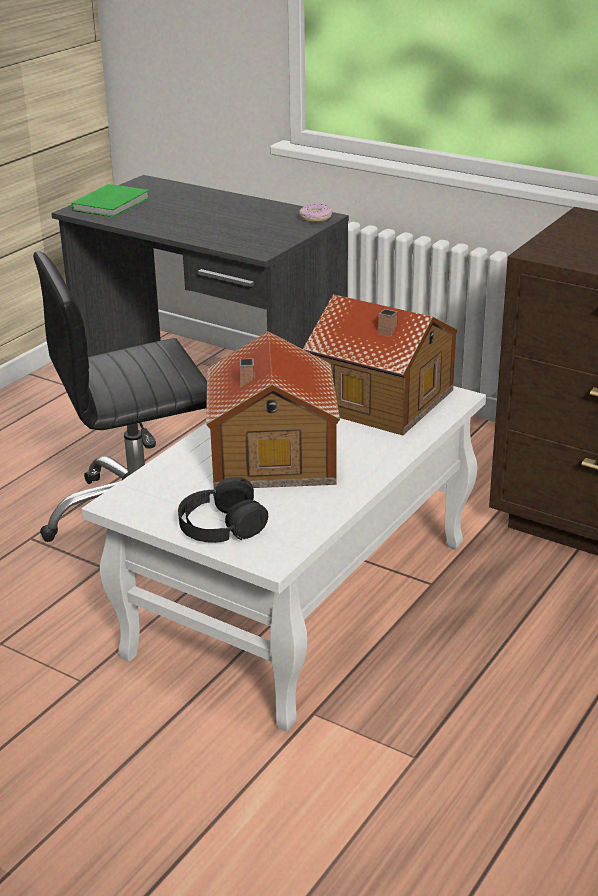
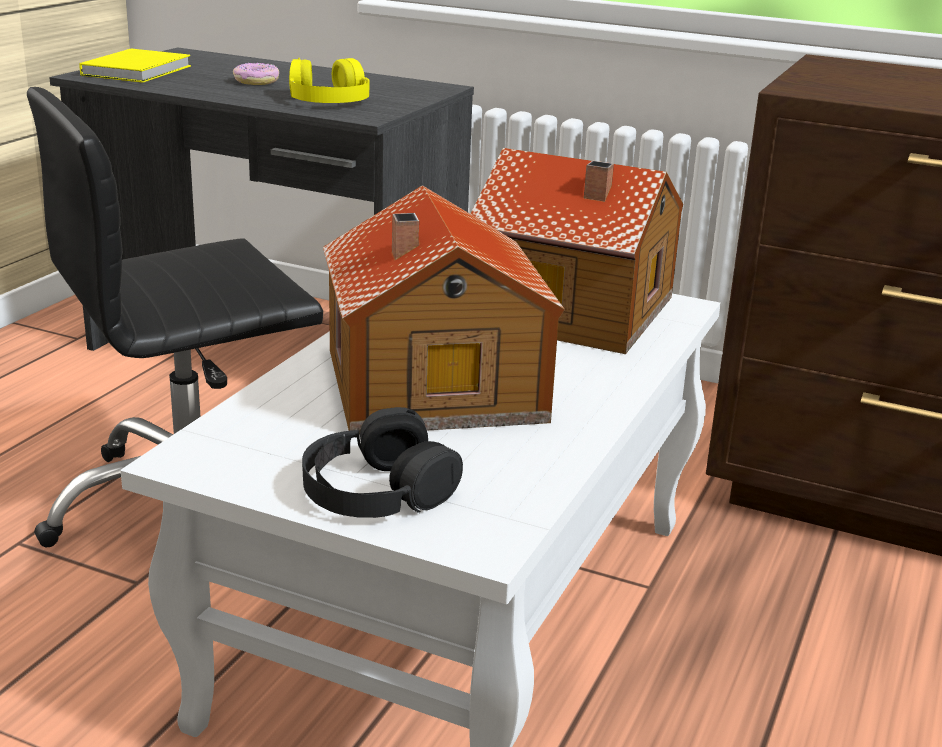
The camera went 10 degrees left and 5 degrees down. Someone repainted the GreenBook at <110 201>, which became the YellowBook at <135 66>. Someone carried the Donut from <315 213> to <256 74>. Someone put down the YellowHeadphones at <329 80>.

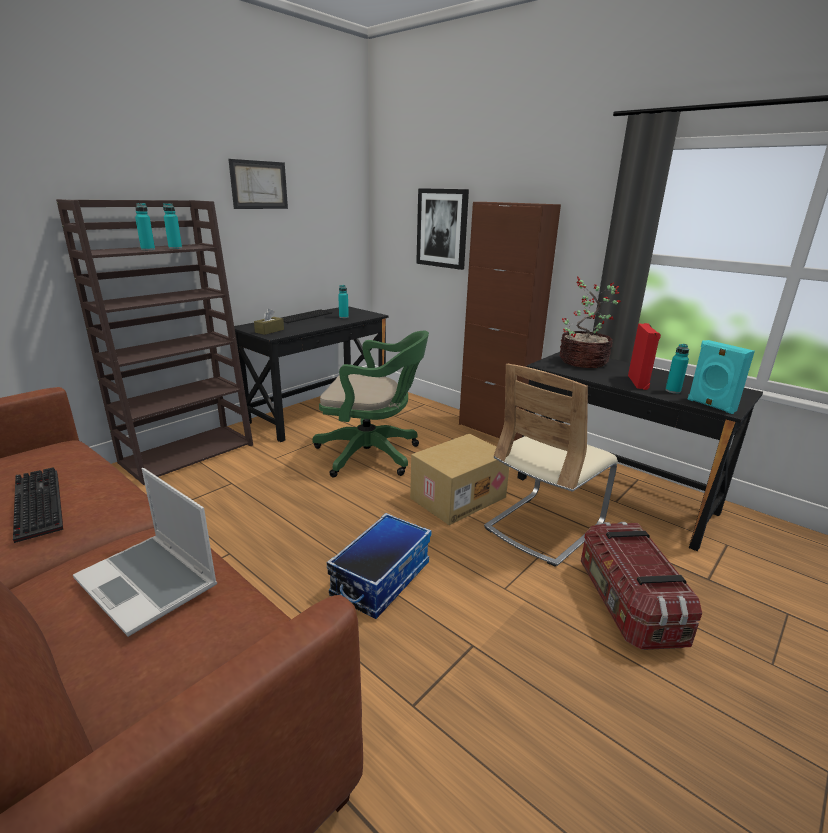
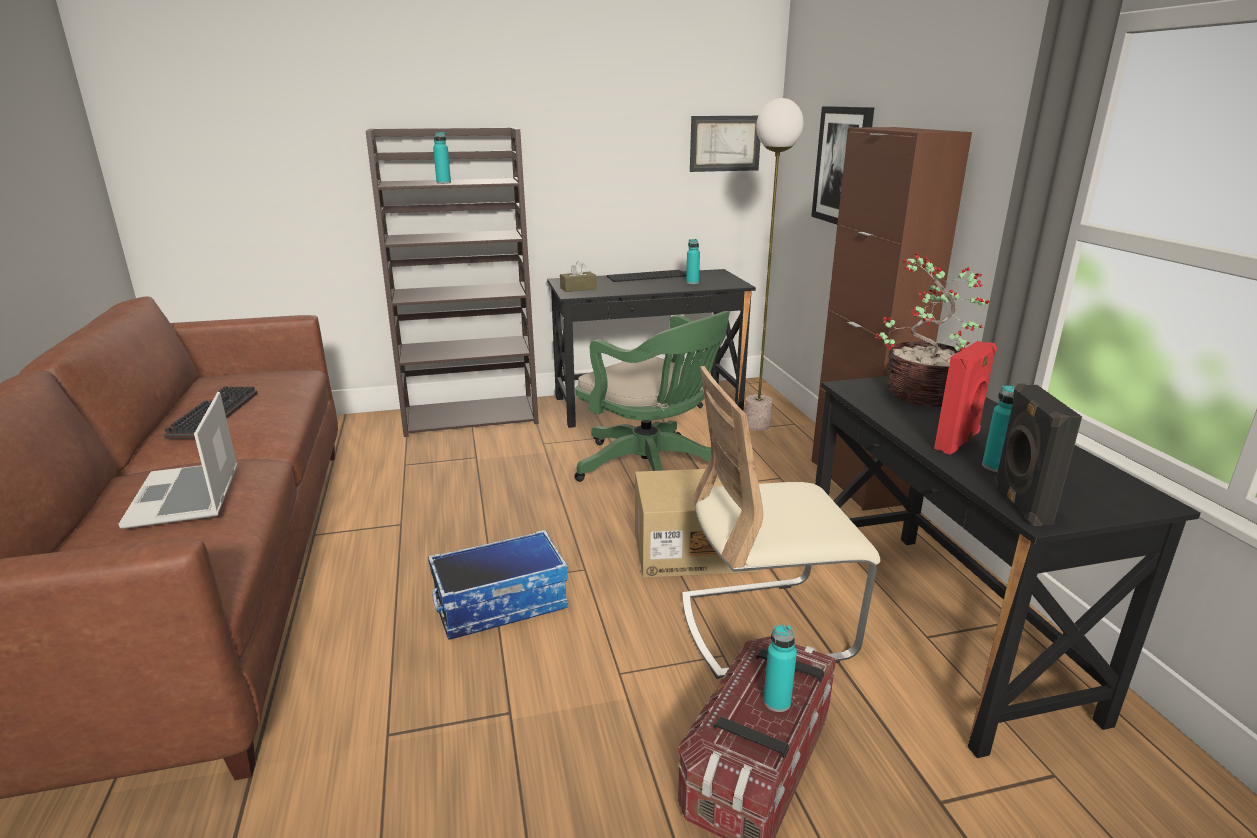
The camera went 35 degrees right and 0 degrees up. Someone carried the TurquoiseBottle from <172 226> to <780 668>. Someone carried the Picture from <258 184> to <725 144>. Someone repainted the TurquoiseSpeaker at <721 377>, which became the BlackSpeaker at <1038 455>. Someone put down the FloorLamp at <774 264>.

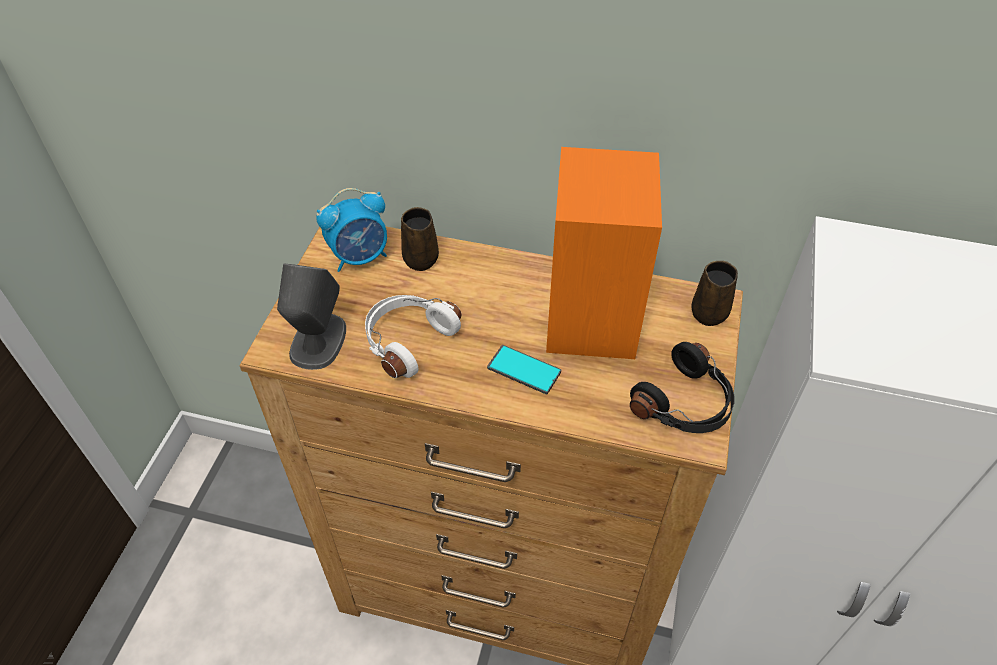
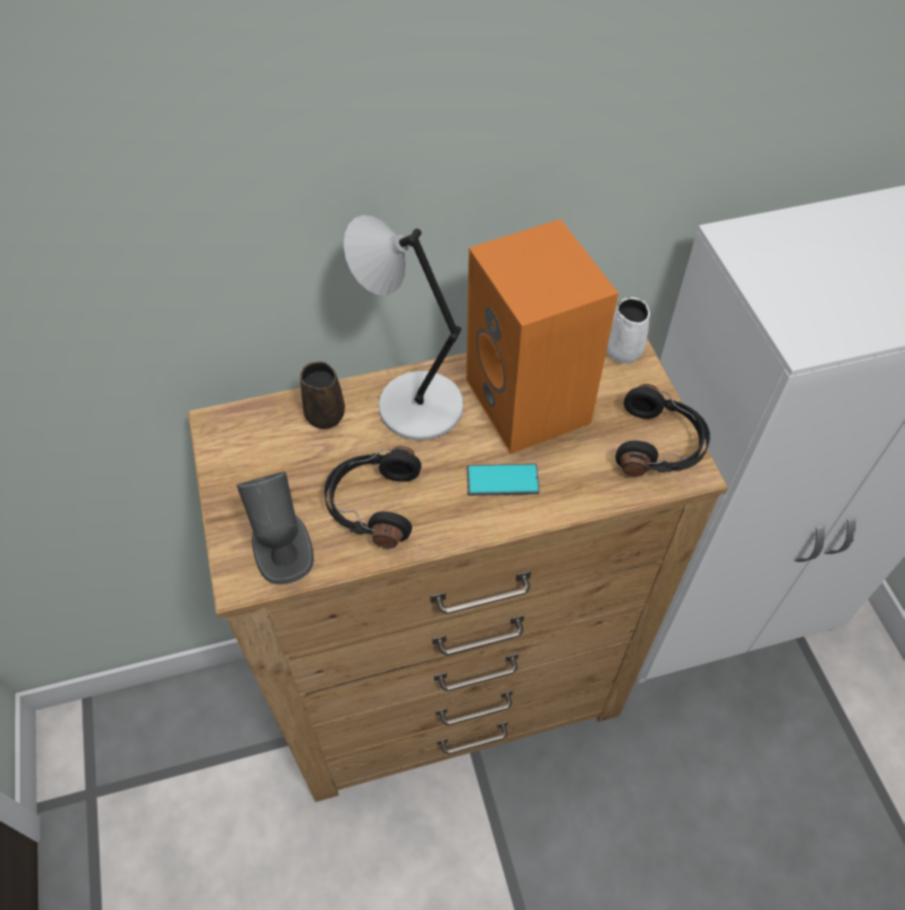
The camera went 30 degrees left and 5 degrees up. Someone took away the AlarmClock at <351 230>. Someone repainted the WhiteHeadphones at <413 336>, which became the BlackHeadphones at <372 497>. Someone repainted the BrownMug at <714 293>, which became the WhiteMug at <628 330>. Someone put down the GreyTableLamp at <403 328>.

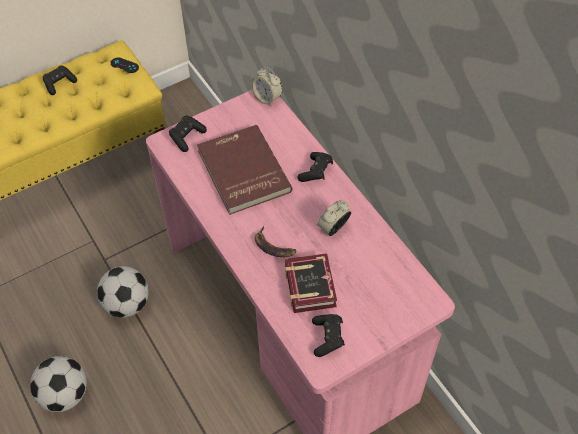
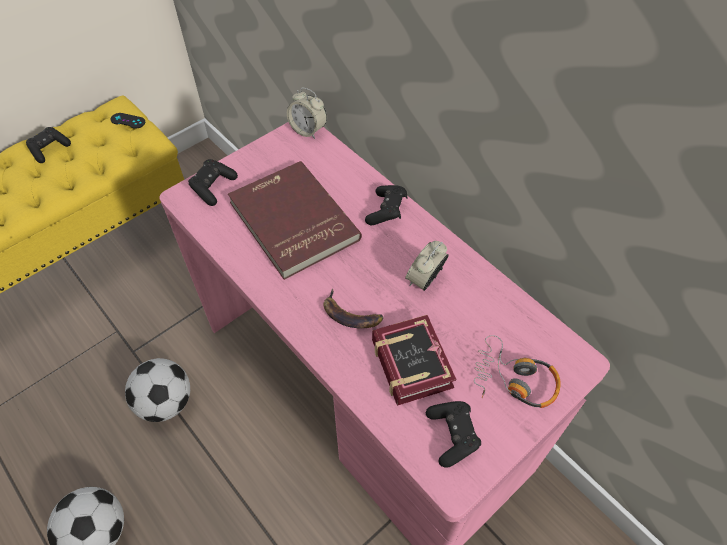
The camera went 10 degrees left and 0 degrees up. Someone put down the Headphones at <517 371>.

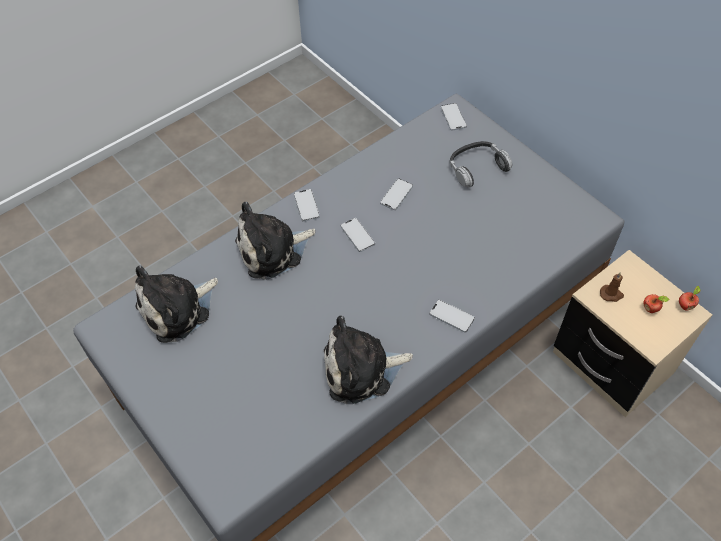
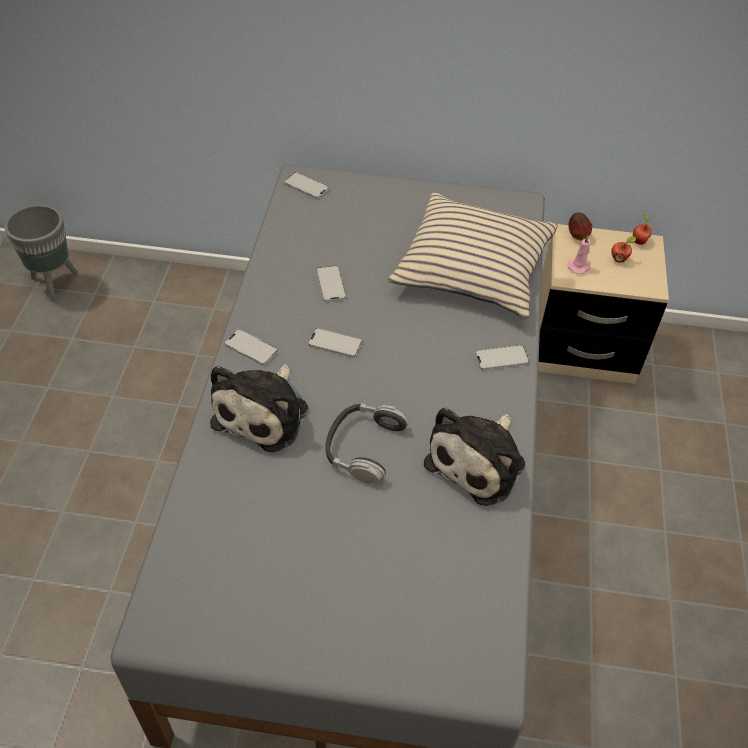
The camera went 45 degrees left and 5 degrees down. Someone took away the PlushToy at <176 304>. Someone carried the Headphones from <481 164> to <366 443>. Someone repainted the BrownCandle at <612 287>, which became the PinkCandle at <579 254>. Someone put down the GreyPlanter at <41 253>. Someone put down the BeigePillow at <473 255>. Someone put down the Apple at <580 226>.

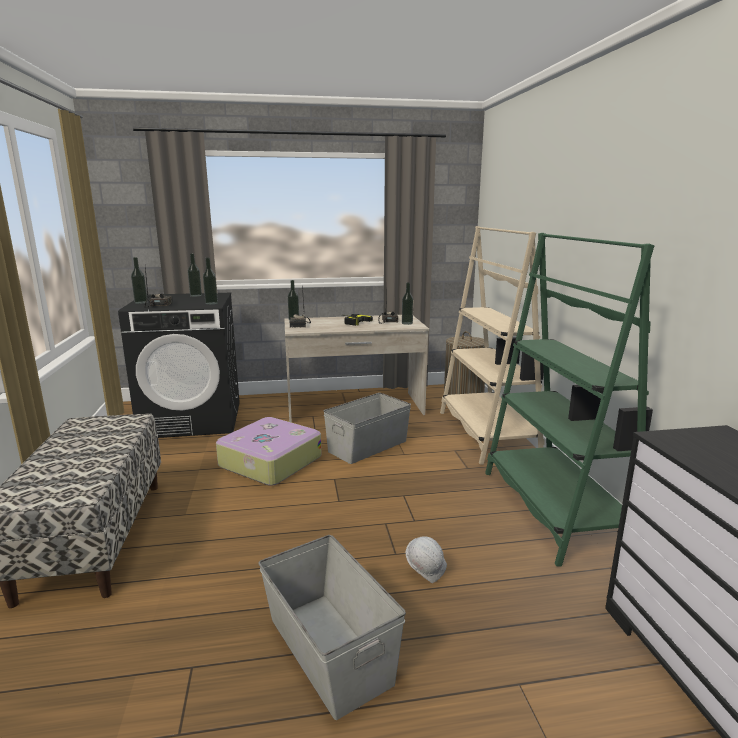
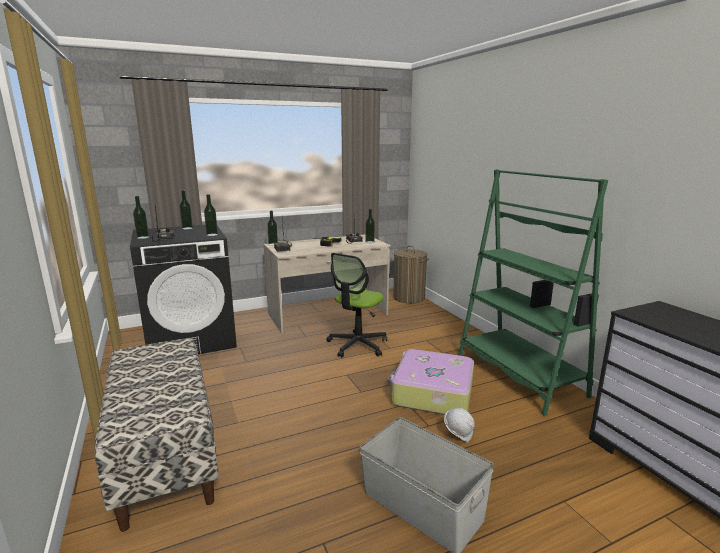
The camera went 15 degrees left and 0 degrees up. Someone carried the Suitcase from <268 451> to <431 382>. Someone swapped the GreyStorageBox at <367 428> for the OfficeChair at <356 305>. Someone took away the BeigeBookcase at <492 345>.

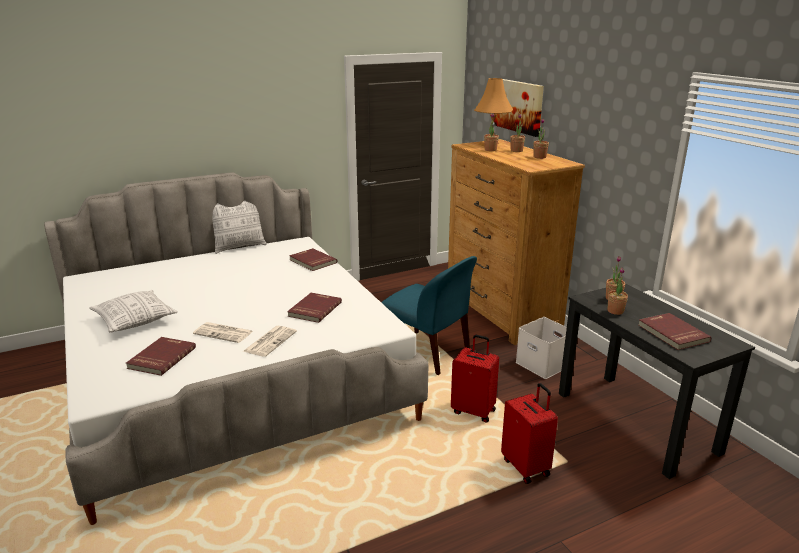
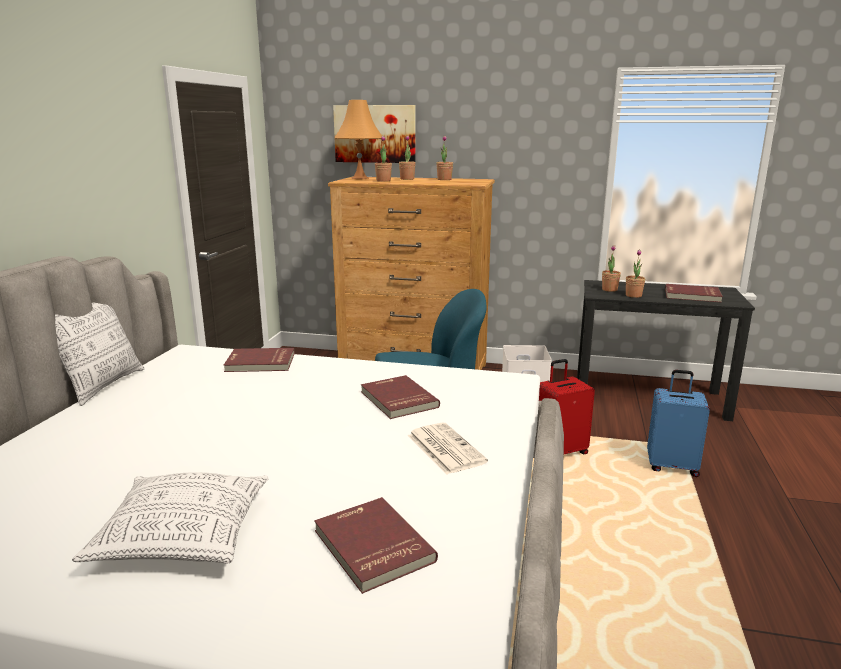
The camera went 50 degrees left and 5 degrees down. Someone took away the Newspaper at <223 332>. Someone repainted the RedSuitcase at <529 433>, which became the BlueSuitcase at <678 423>.

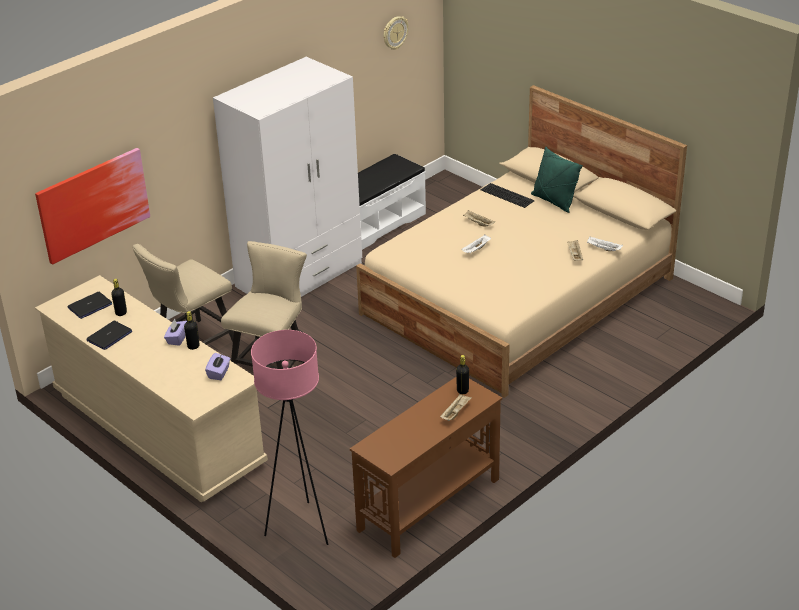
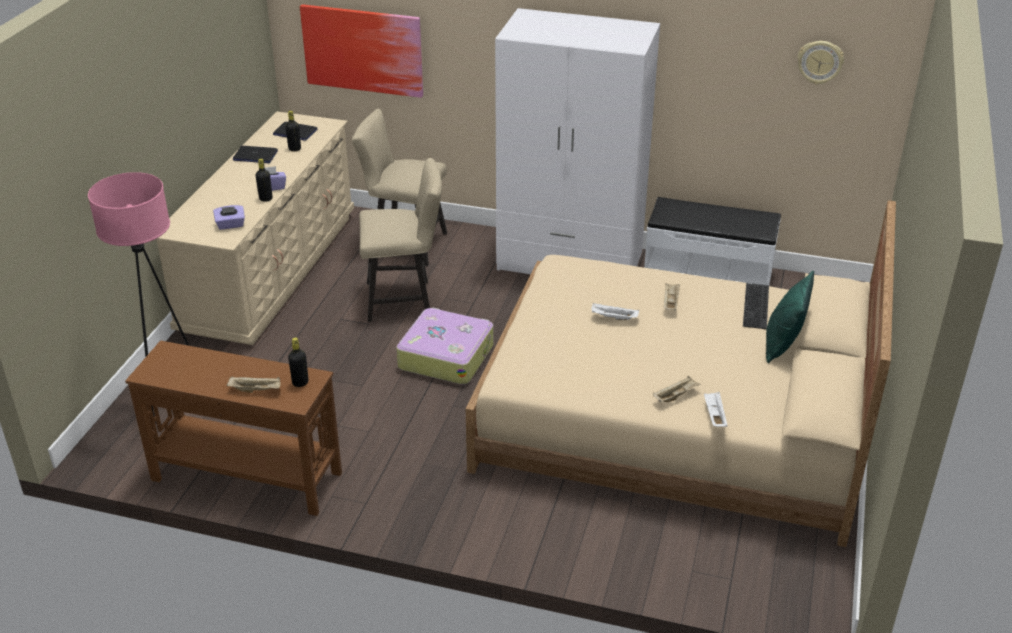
The camera went 60 degrees right and 0 degrees up. Someone put down the Suitcase at <445 346>.

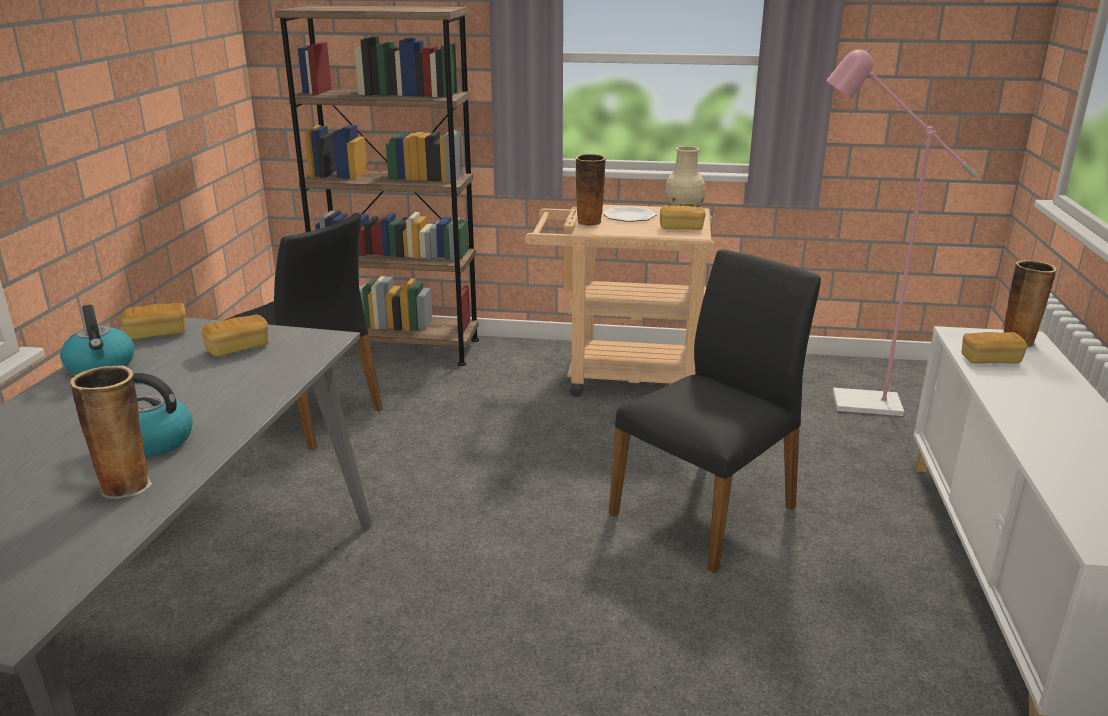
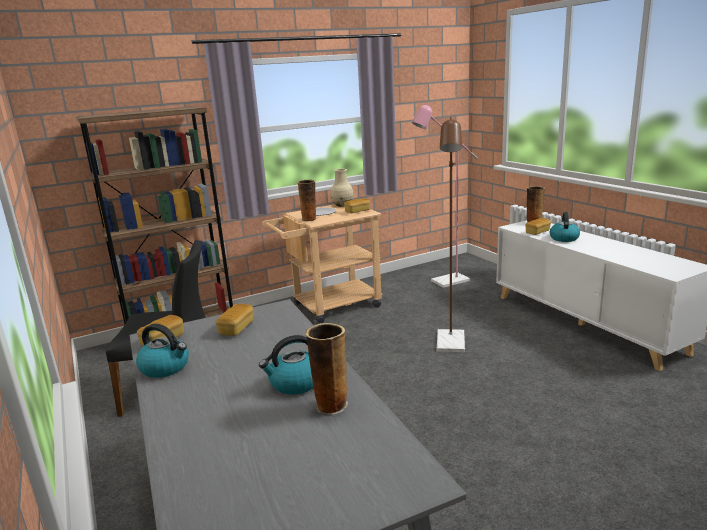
The camera went 35 degrees left and 5 degrees down. Someone swapped the BlackChair at <715 411> for the BrownFloorLamp at <451 234>. Someone put down the Kettle at <565 227>.

